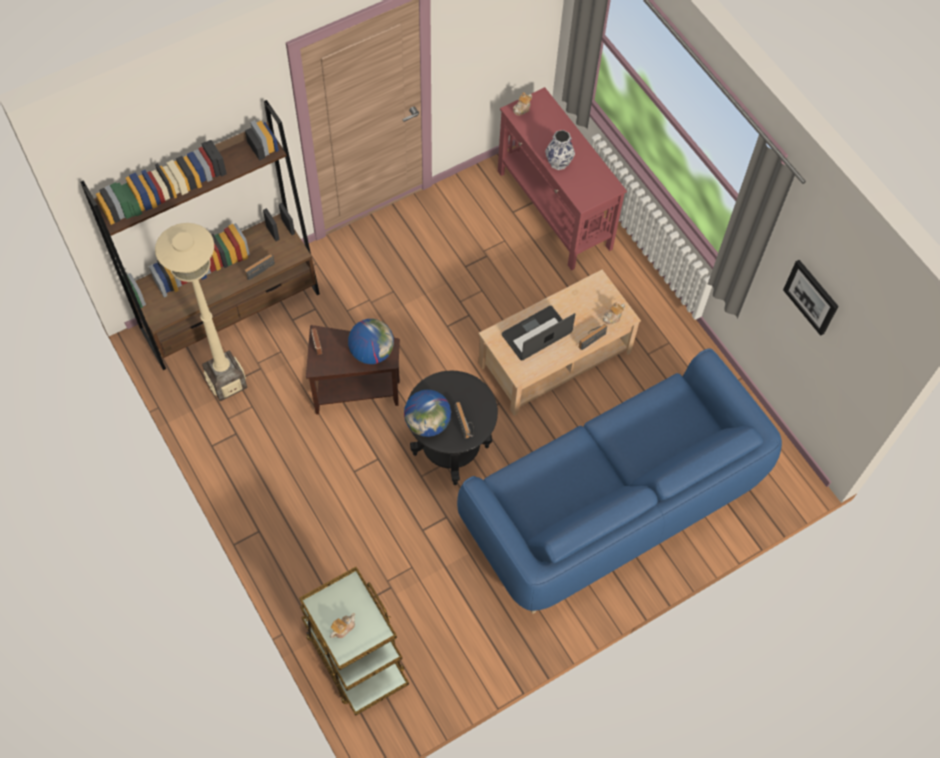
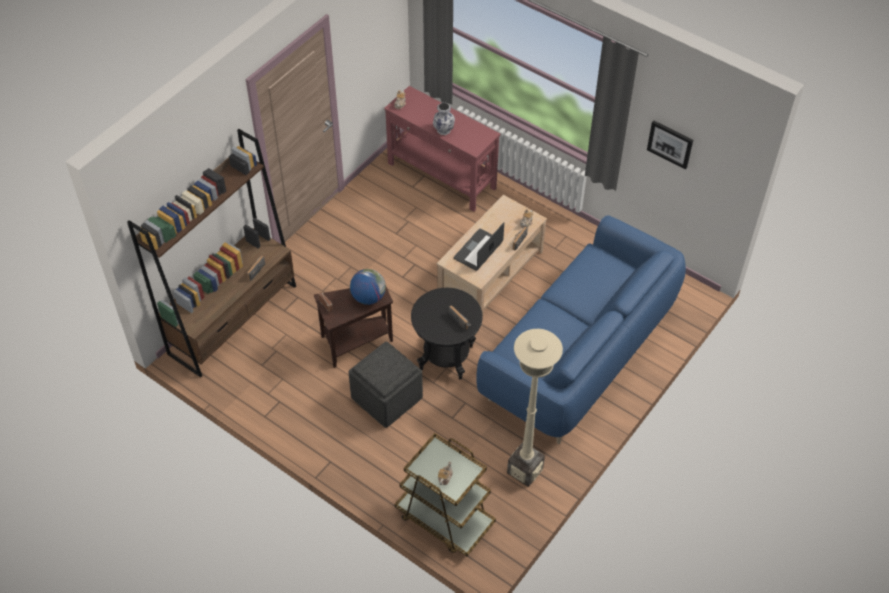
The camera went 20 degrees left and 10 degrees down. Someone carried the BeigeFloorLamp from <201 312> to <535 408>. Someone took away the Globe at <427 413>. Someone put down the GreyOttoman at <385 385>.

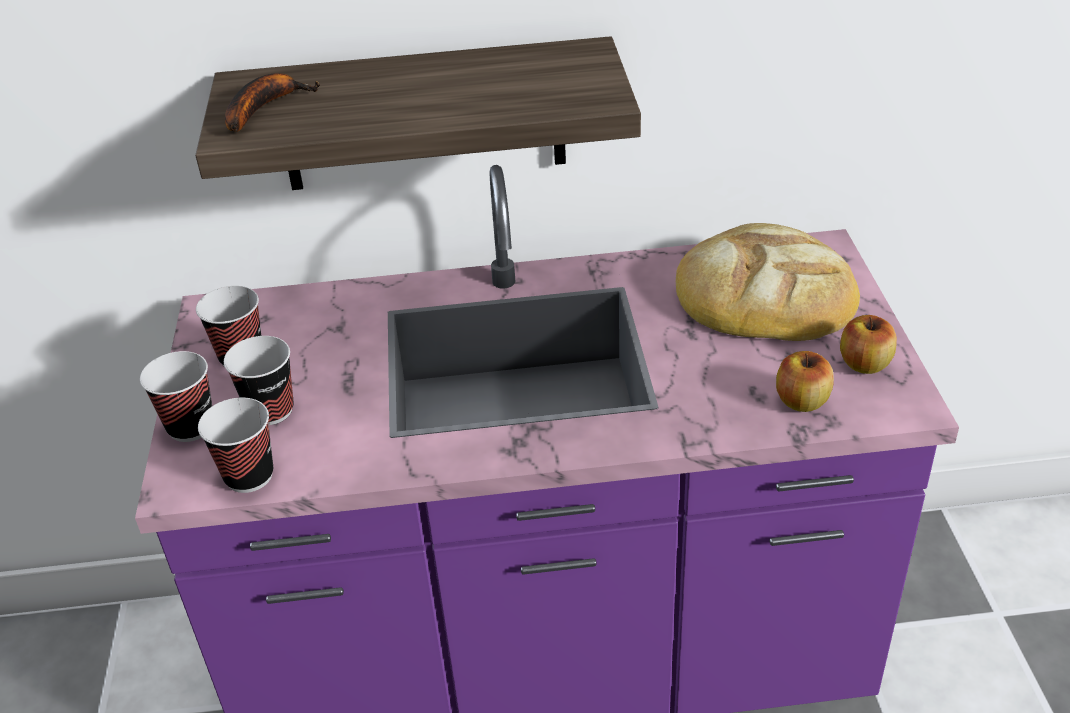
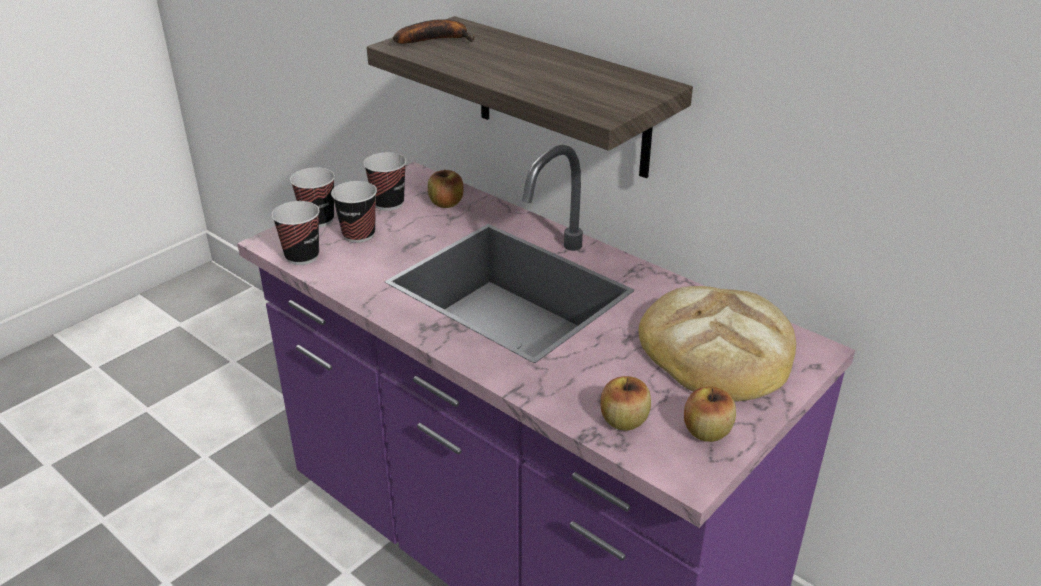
The camera went 45 degrees right and 5 degrees down. Someone put down the Apple at <445 189>.

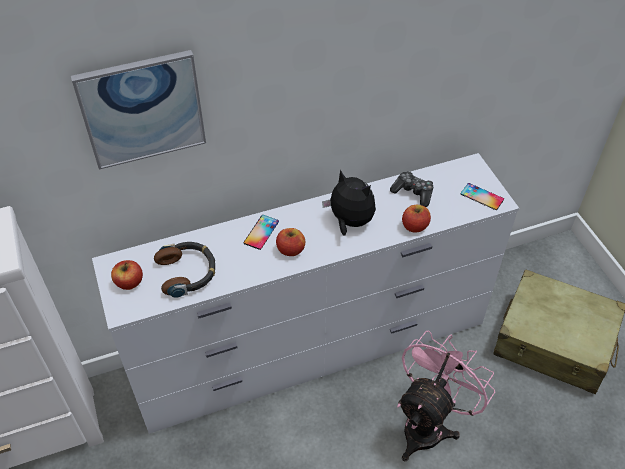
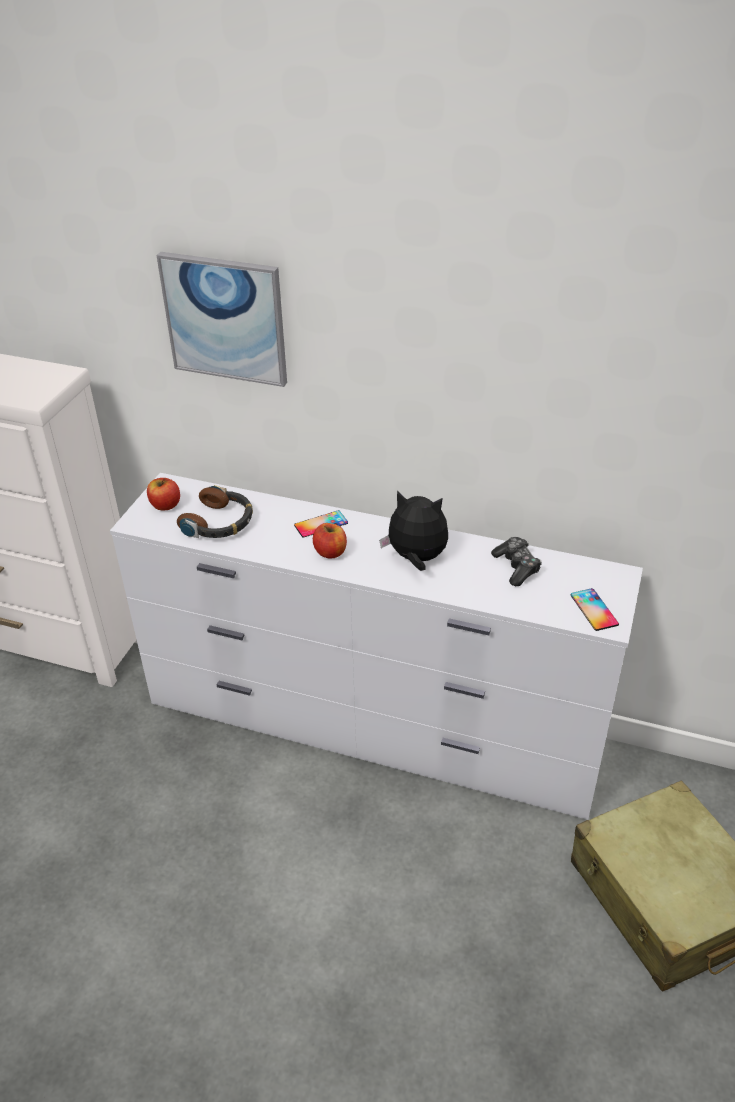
The camera went 40 degrees right and 10 degrees down. Someone rotated the PlushToy at <349 203> by 60 degrees counterclockwise. Someone took away the PinkFan at <446 396>. Someone took away the Apple at <416 219>.

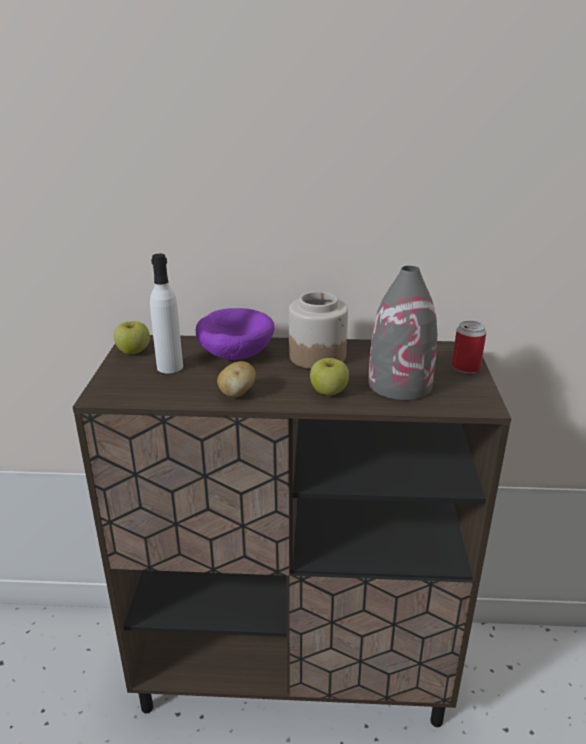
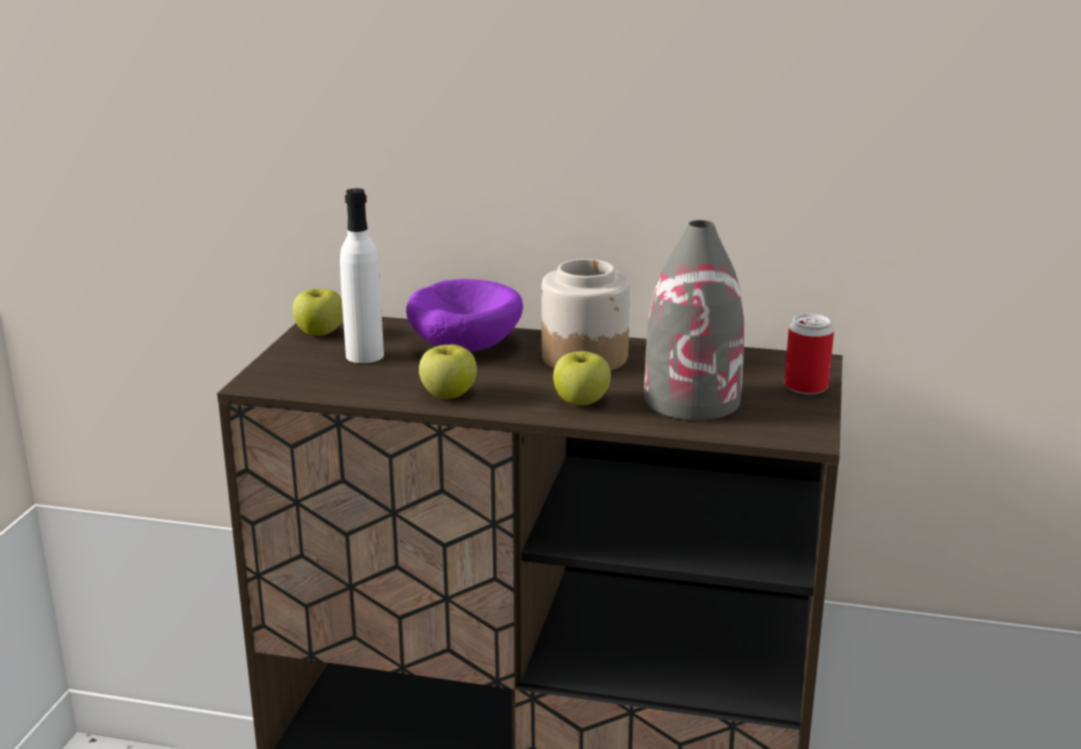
The camera went 10 degrees right and 5 degrees down. Someone swapped the Potato at <236 379> for the Apple at <448 372>.

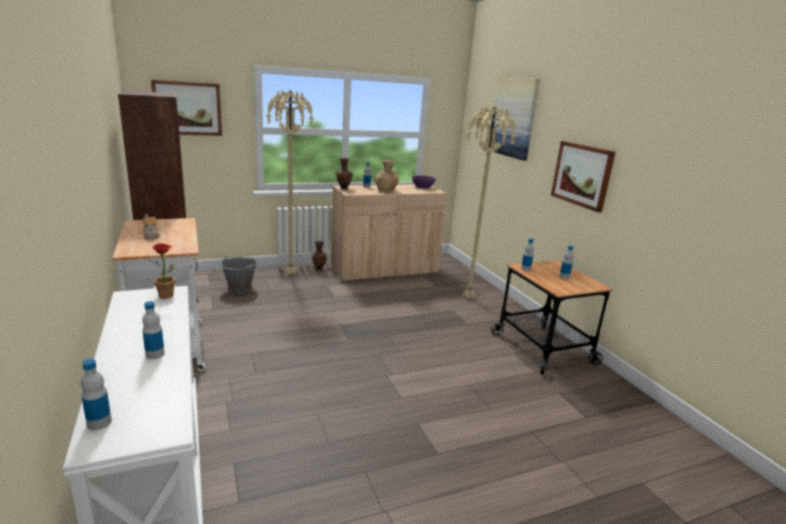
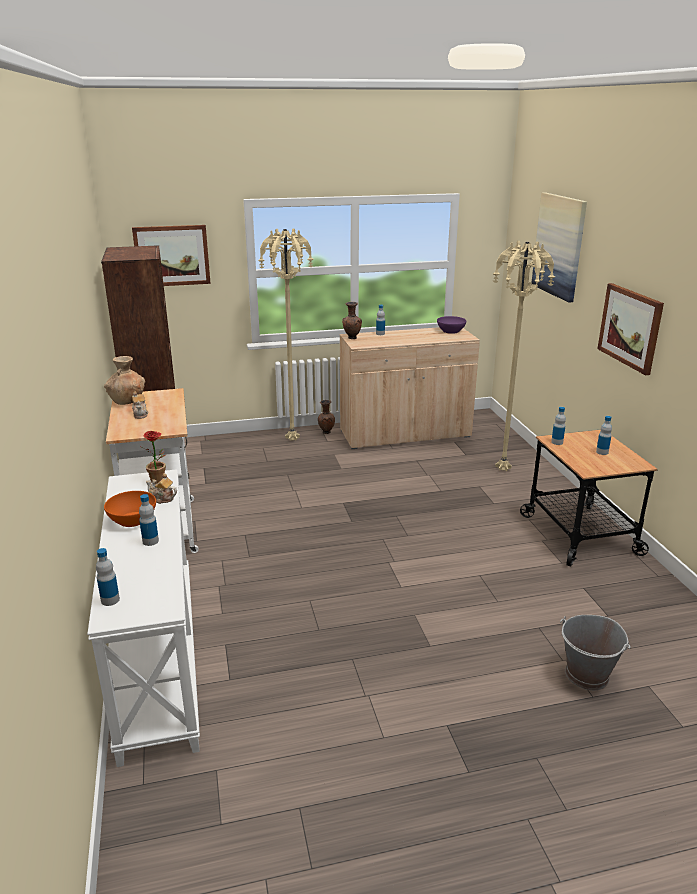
The camera went 10 degrees right and 5 degrees up. Someone carried the GreyBucket from <238 275> to <595 652>. Someone carried the BrownVase from <387 175> to <124 380>. Someone put down the OrangeBowl at <130 509>. Someone put down the Teapot at <161 488>.

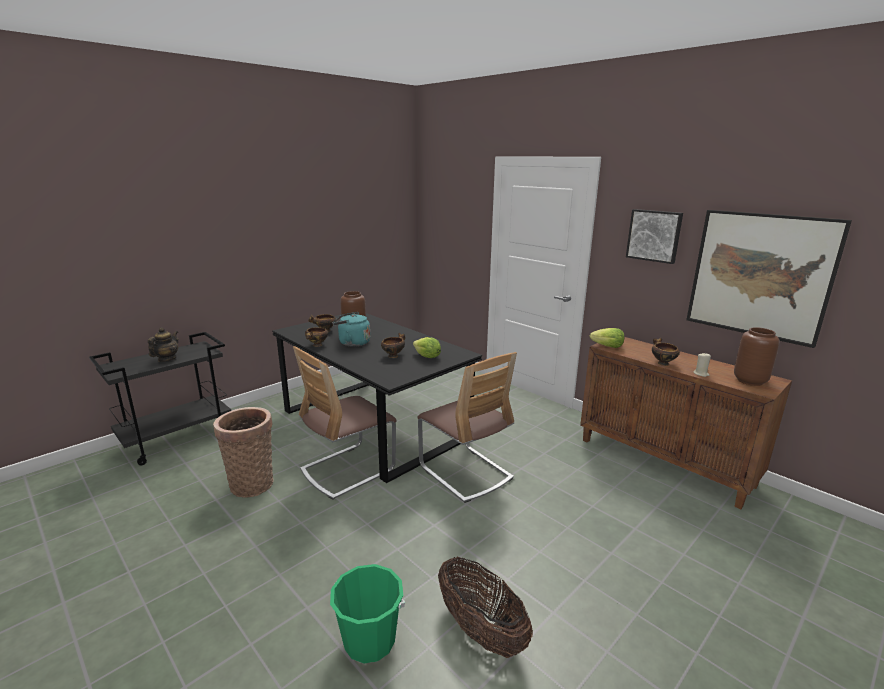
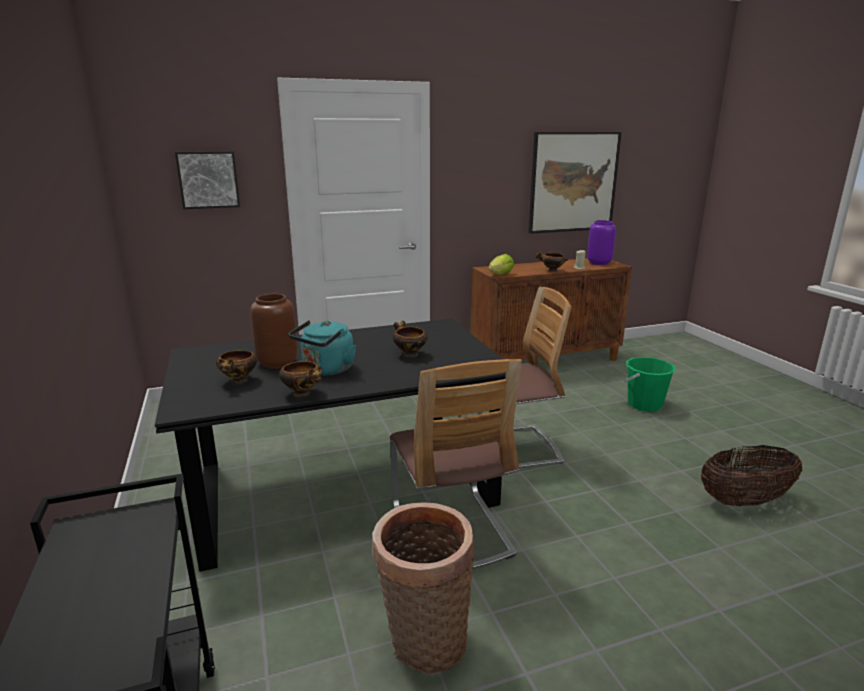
The camera went 65 degrees left and 0 degrees up. Someone took away the Teapot at <163 344>. Someone carried the GreenBucket from <367 614> to <650 384>. Someone took away the Lettuce at <427 347>. Someone carried the Picture from <654 236> to <207 180>. Someone repainted the BrownVase at <757 356>, which became the PurpleVase at <601 242>.

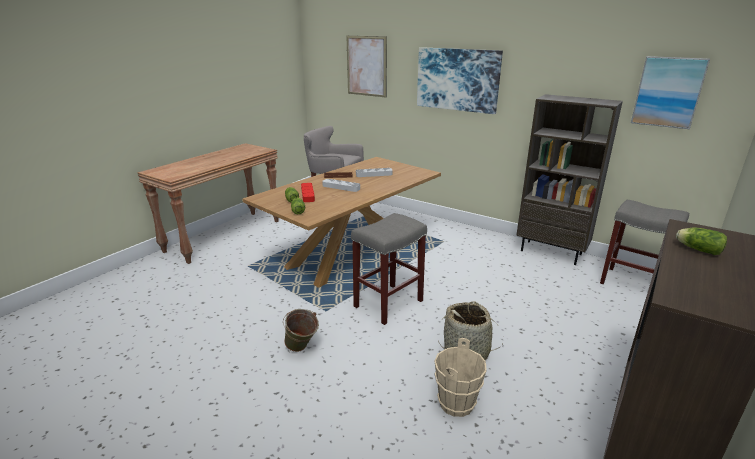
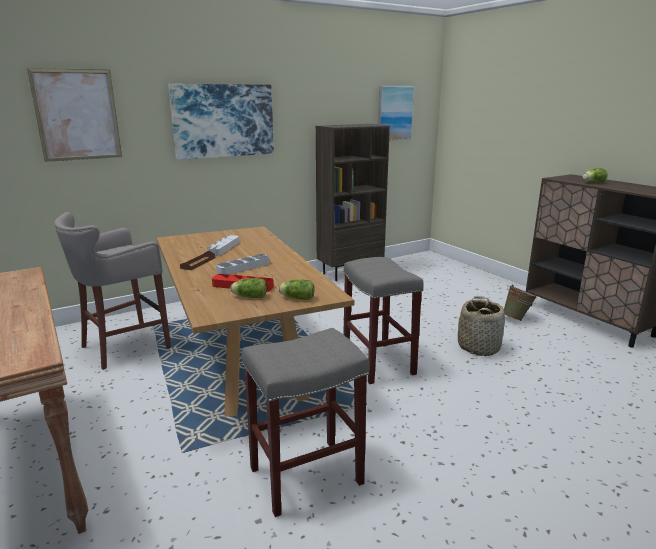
The camera went 65 degrees left and 5 degrees down. Someone carried the GreenBucket from <301 330> to <520 303>. Someone took away the BeigeBucket at <460 377>. Someone carried the GreyStool from <644 242> to <305 422>.

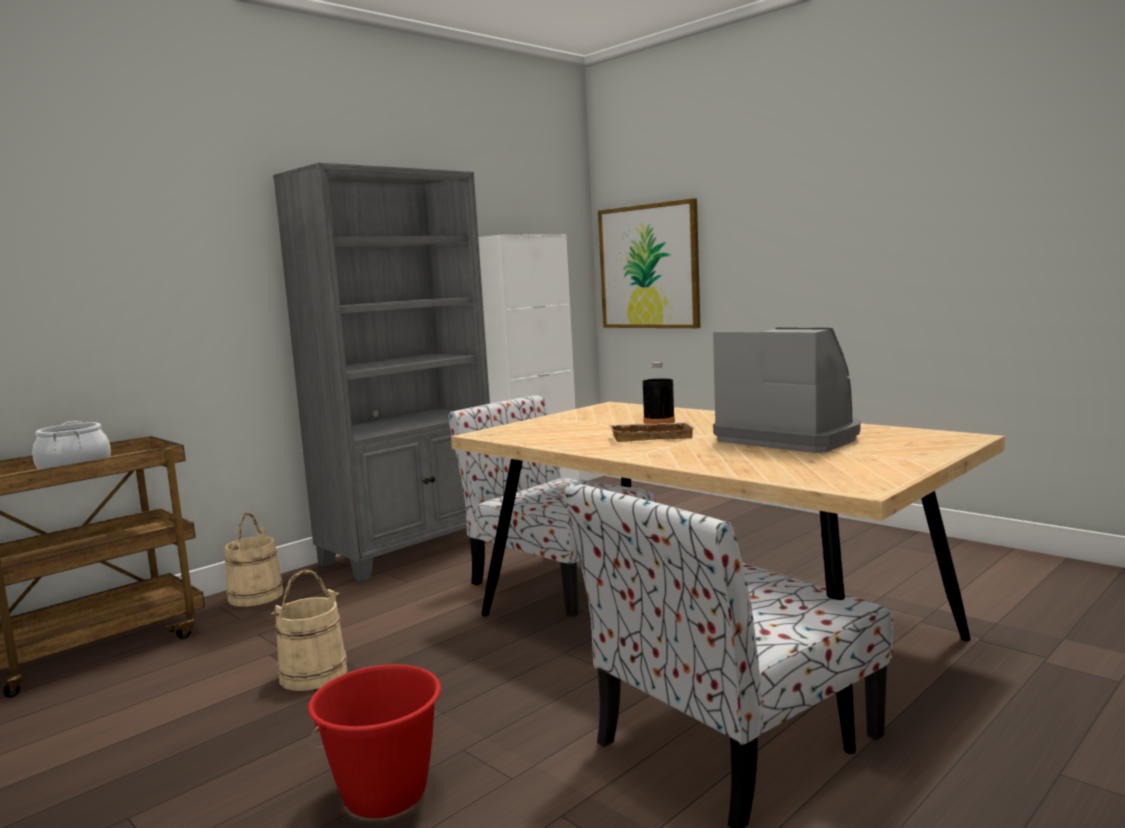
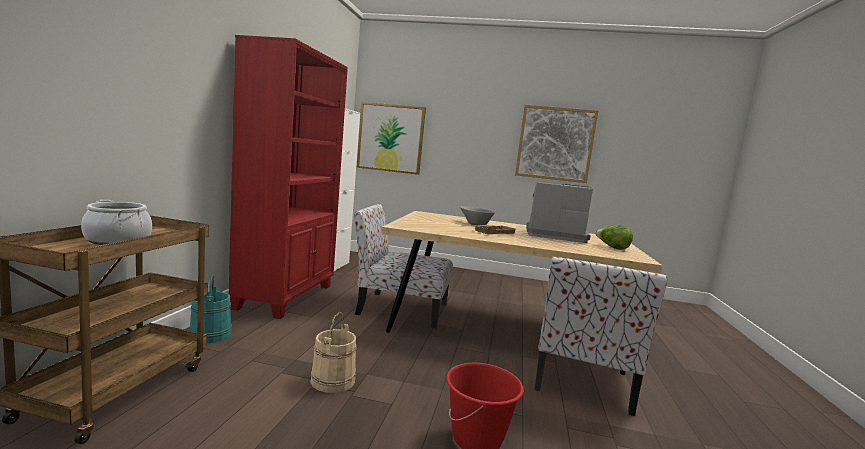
The camera went 35 degrees left and 0 degrees up. Someone repainted the BeigeBucket at <254 560>, which became the TurquoiseBucket at <210 309>. Someone repainted the GreyBookcase at <381 372>, which became the RedBookcase at <288 177>. Someone swapped the BlackBottle at <659 393> for the GreyBowl at <477 215>. Someone put up the Picture at <556 144>. Someone put down the Lettuce at <614 237>.

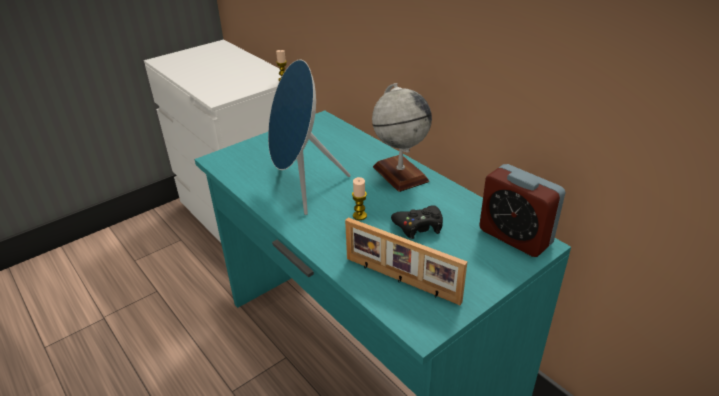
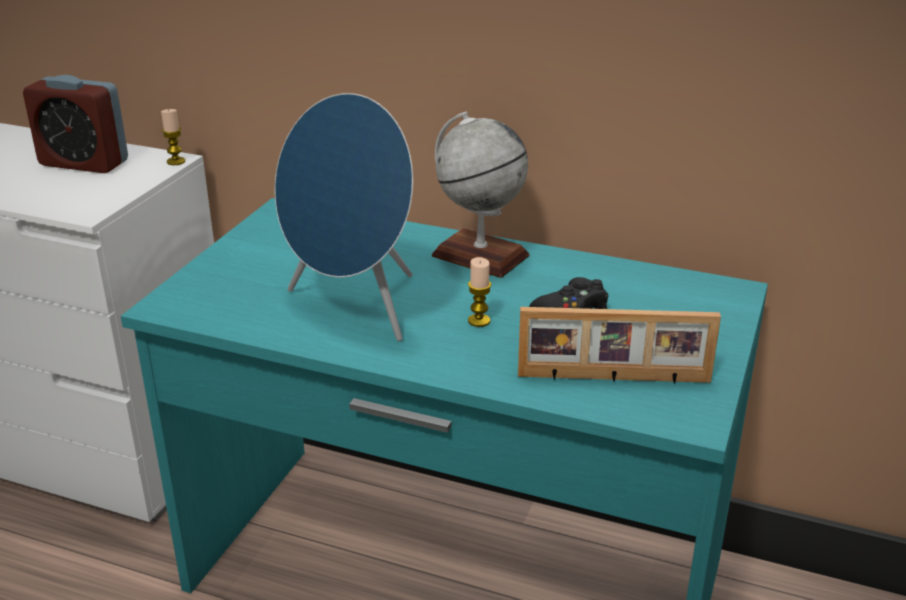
The camera went 30 degrees left and 5 degrees down. Someone carried the AlarmClock from <522 210> to <75 124>.

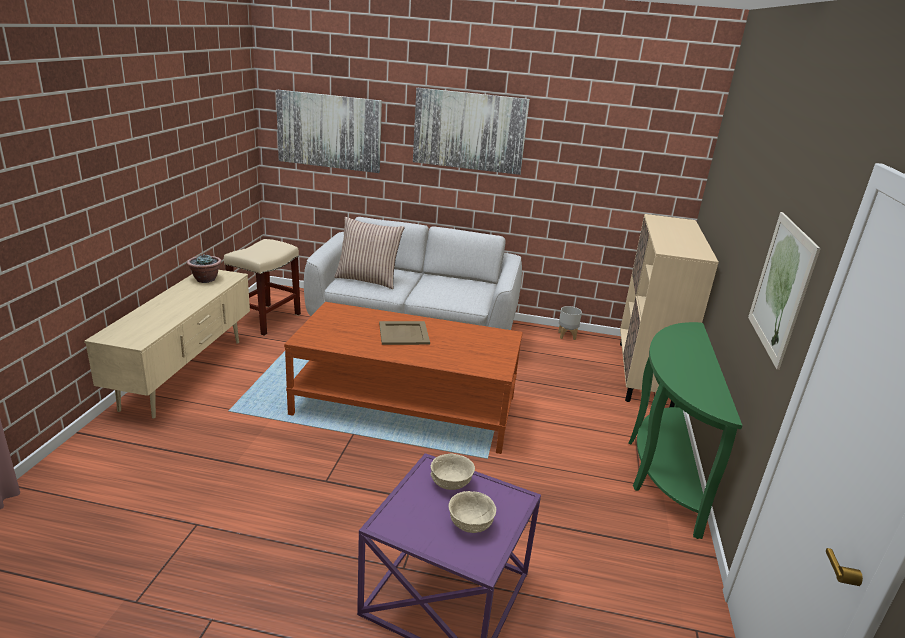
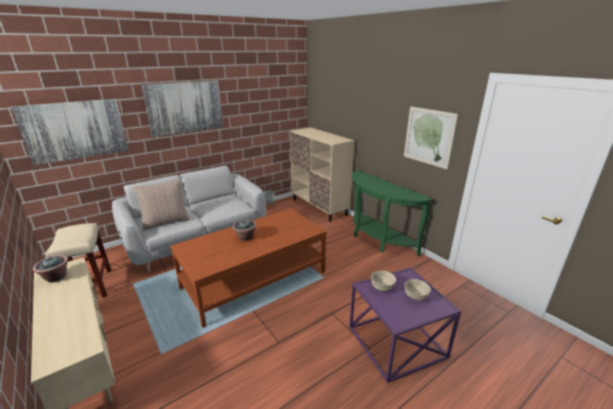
The camera went 45 degrees left and 0 degrees up. Someone swapped the BeigeTray at <404 333> for the PottedPlant at <244 230>.

